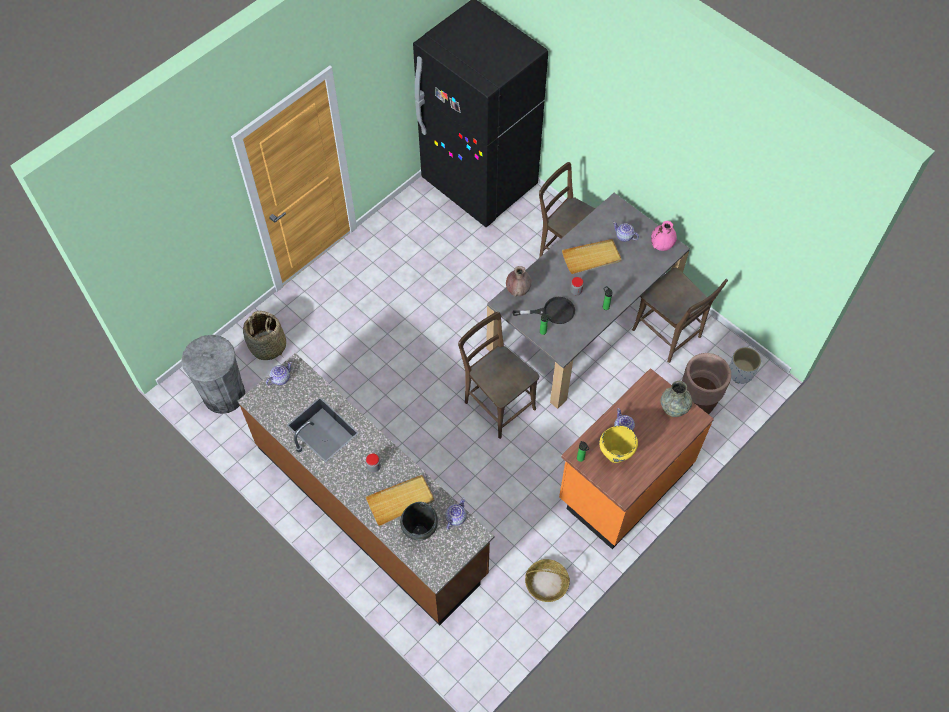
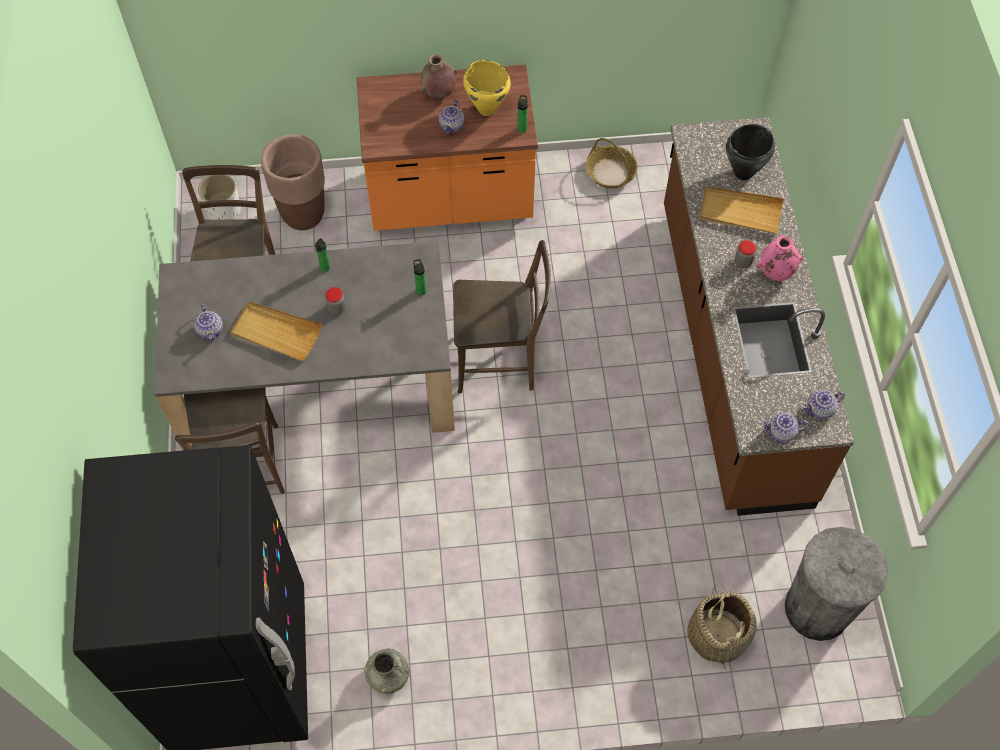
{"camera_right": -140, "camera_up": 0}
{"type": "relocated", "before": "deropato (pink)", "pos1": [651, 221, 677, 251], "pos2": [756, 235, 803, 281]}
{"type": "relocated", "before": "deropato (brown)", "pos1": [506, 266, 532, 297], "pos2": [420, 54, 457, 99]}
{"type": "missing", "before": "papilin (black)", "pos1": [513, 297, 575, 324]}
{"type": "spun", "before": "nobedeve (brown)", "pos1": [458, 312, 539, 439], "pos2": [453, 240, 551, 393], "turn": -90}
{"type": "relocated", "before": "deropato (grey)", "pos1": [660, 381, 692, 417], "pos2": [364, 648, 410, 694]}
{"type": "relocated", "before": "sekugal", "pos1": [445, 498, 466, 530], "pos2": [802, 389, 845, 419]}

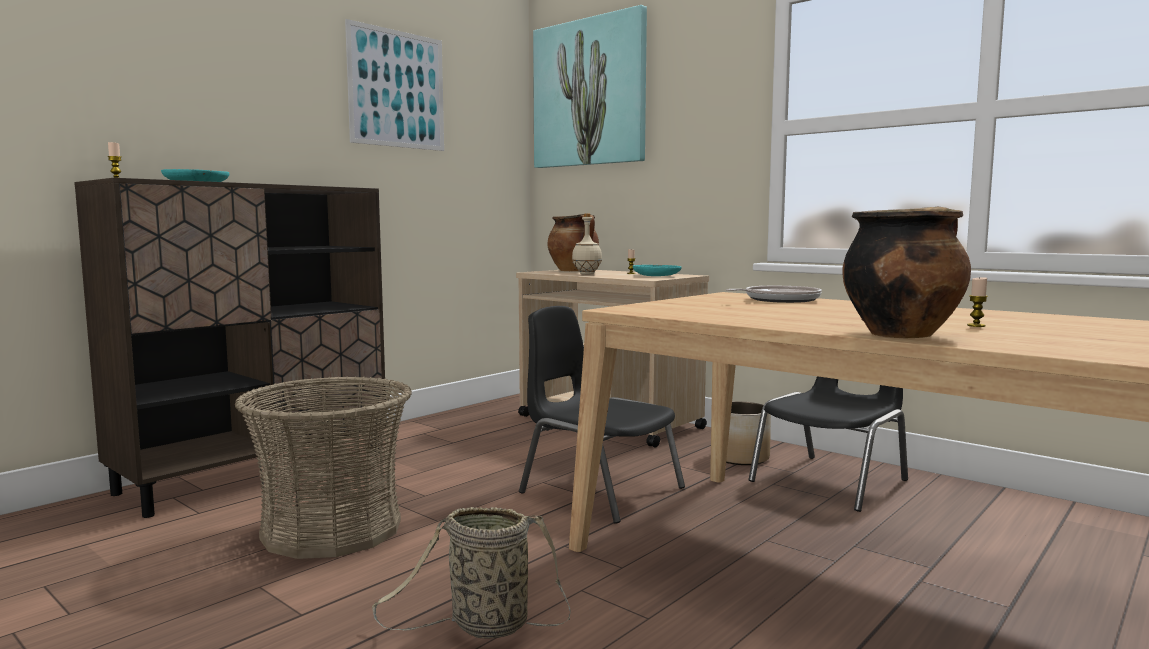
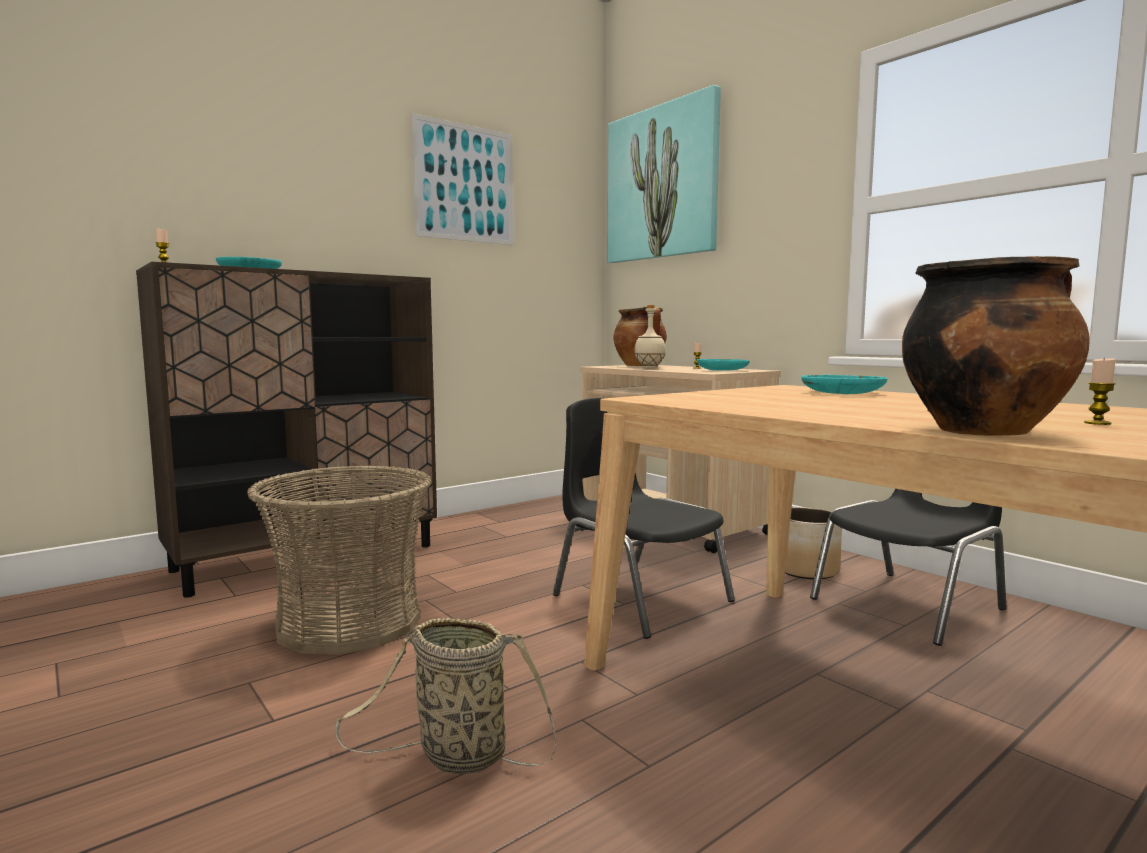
{"camera_right": 10, "camera_up": 0}
{"type": "exchanged", "before": "papilin", "after": "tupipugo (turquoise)", "pos1": [726, 286, 822, 303], "pos2": [801, 375, 887, 394]}

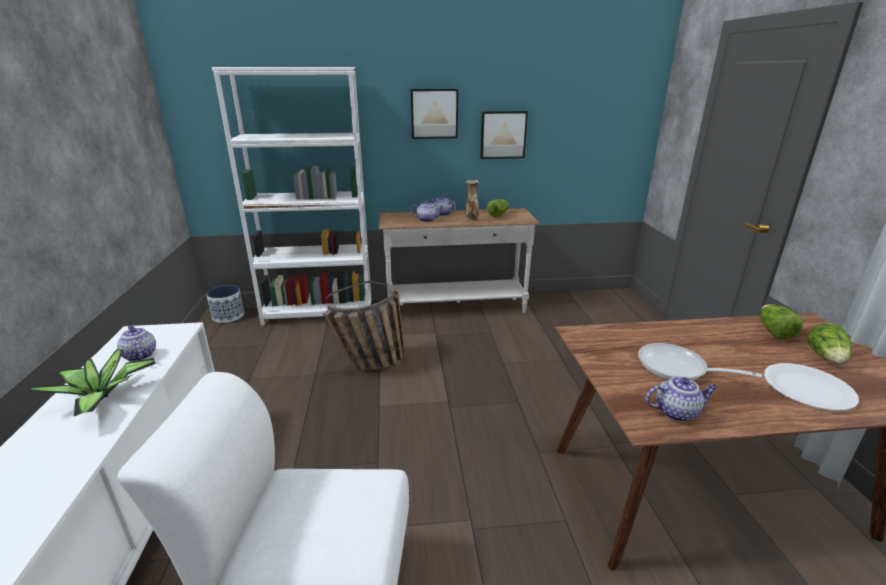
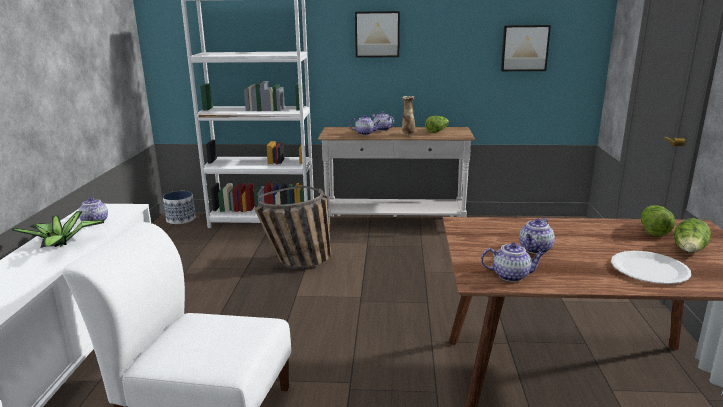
{"camera_right": 10, "camera_up": -5}
{"type": "relocated", "before": "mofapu", "pos1": [480, 111, 528, 159], "pos2": [501, 25, 551, 71]}
{"type": "exchanged", "before": "papilin", "after": "sekugal", "pos1": [638, 343, 762, 381], "pos2": [519, 218, 555, 254]}

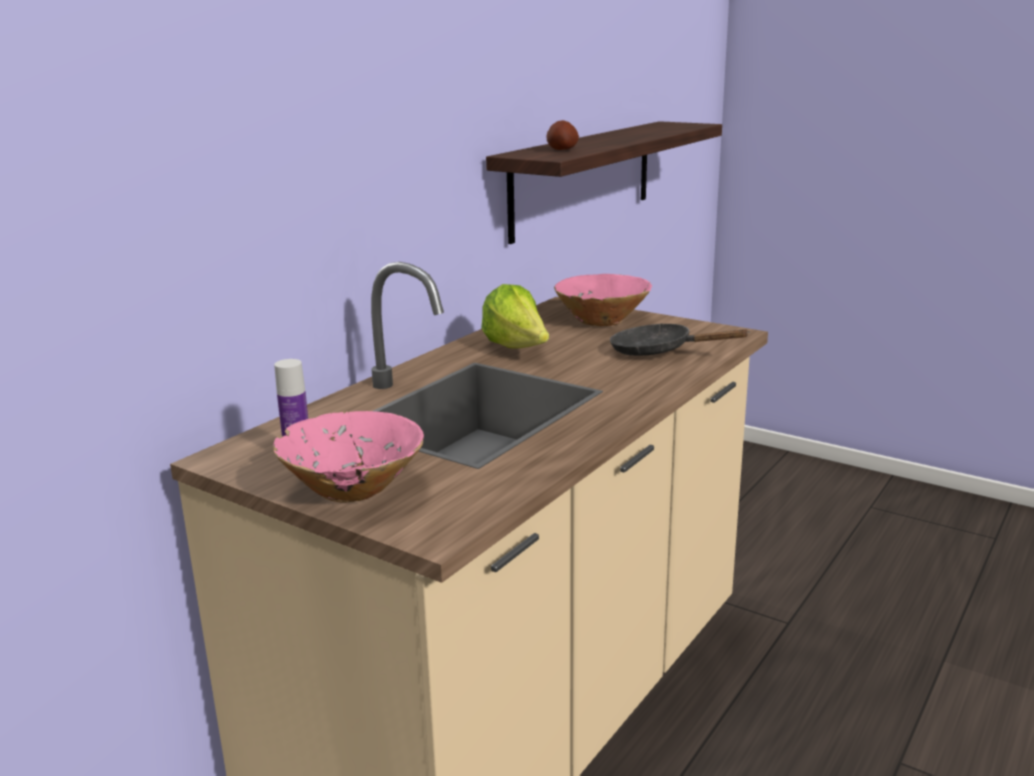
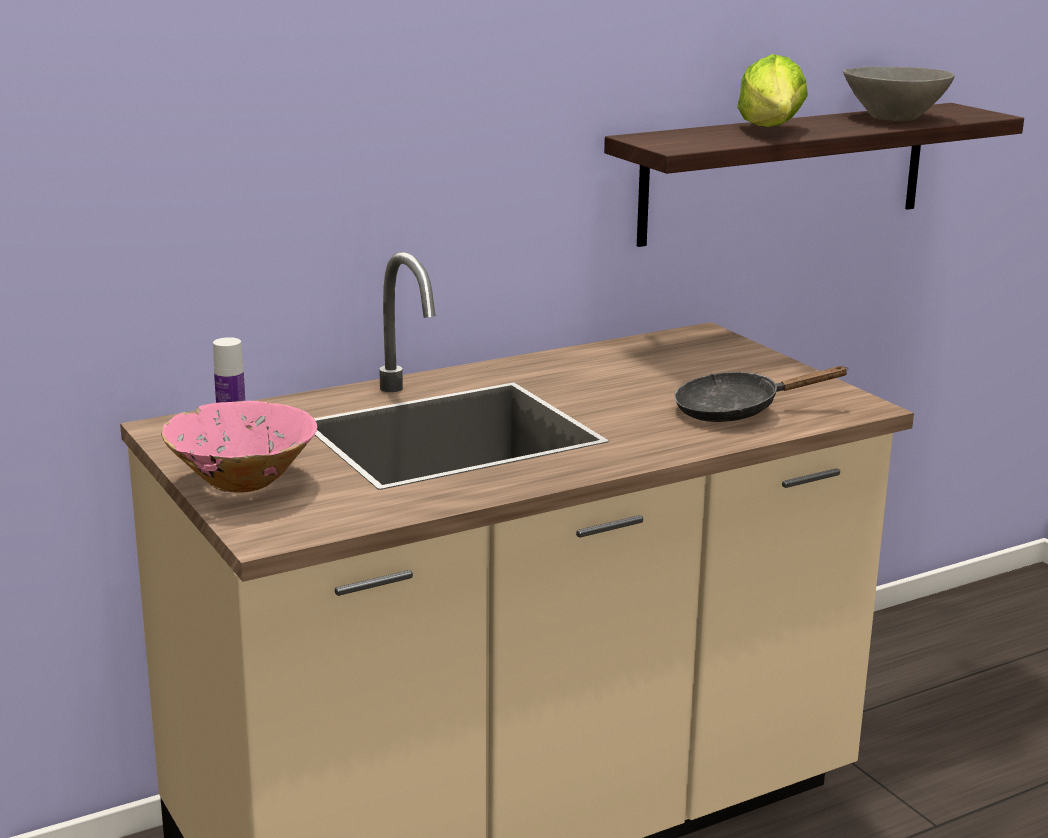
{"camera_right": 25, "camera_up": 0}
{"type": "missing", "before": "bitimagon", "pos1": [546, 120, 579, 150]}
{"type": "missing", "before": "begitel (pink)", "pos1": [554, 274, 652, 326]}
{"type": "relocated", "before": "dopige", "pos1": [481, 284, 549, 349], "pos2": [737, 54, 808, 127]}
{"type": "spun", "before": "papilin (black)", "pos1": [610, 323, 750, 356], "pos2": [674, 366, 849, 422], "turn": -60}
{"type": "appeared", "after": "begitel (grey)", "pos2": [843, 67, 955, 121]}

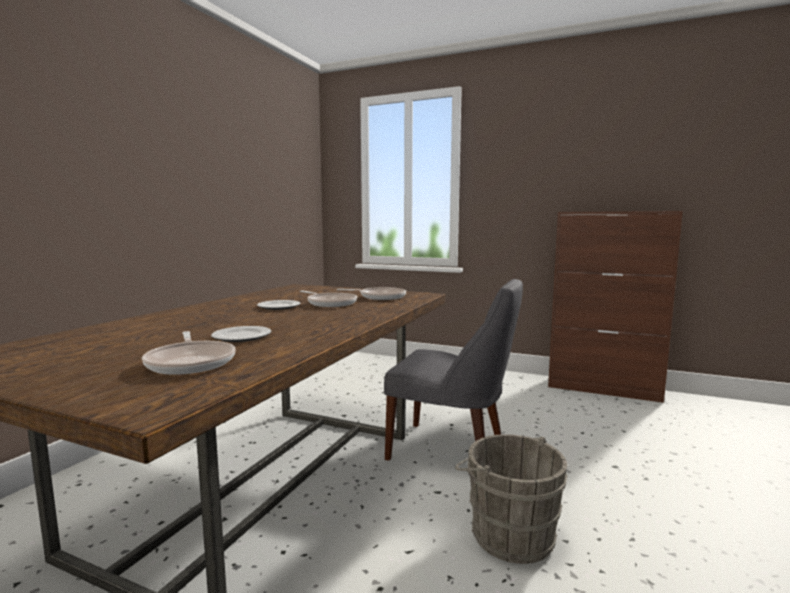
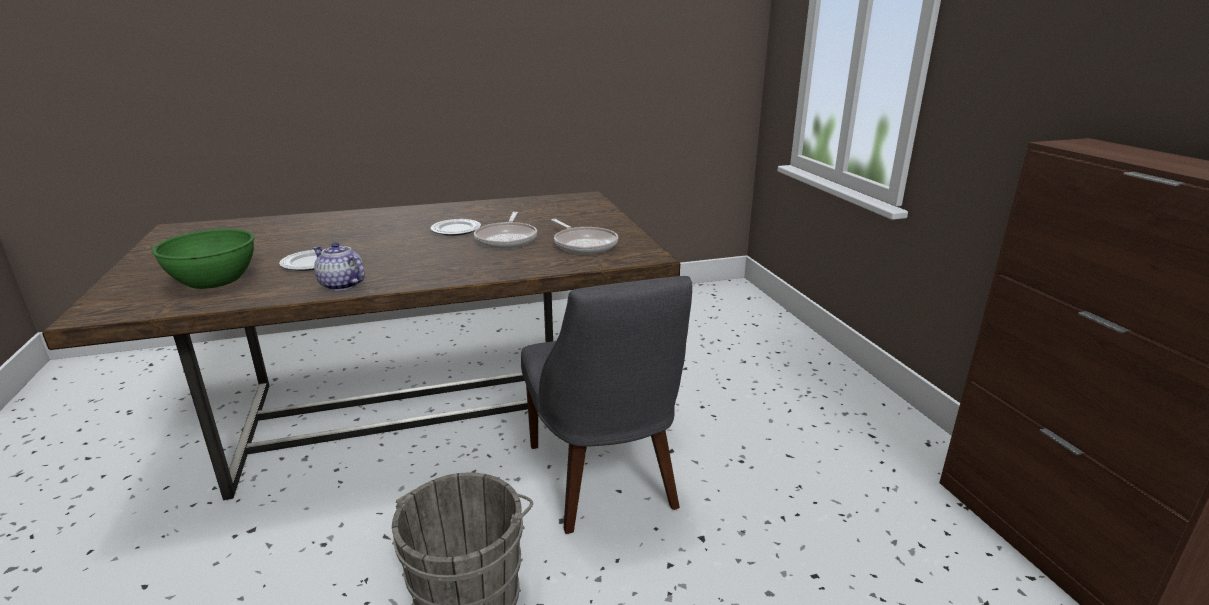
{"camera_right": 50, "camera_up": 15}
{"type": "exchanged", "before": "papilin", "after": "begitel (green)", "pos1": [142, 331, 236, 375], "pos2": [152, 229, 255, 289]}
{"type": "appeared", "after": "sekugal", "pos2": [313, 242, 365, 291]}

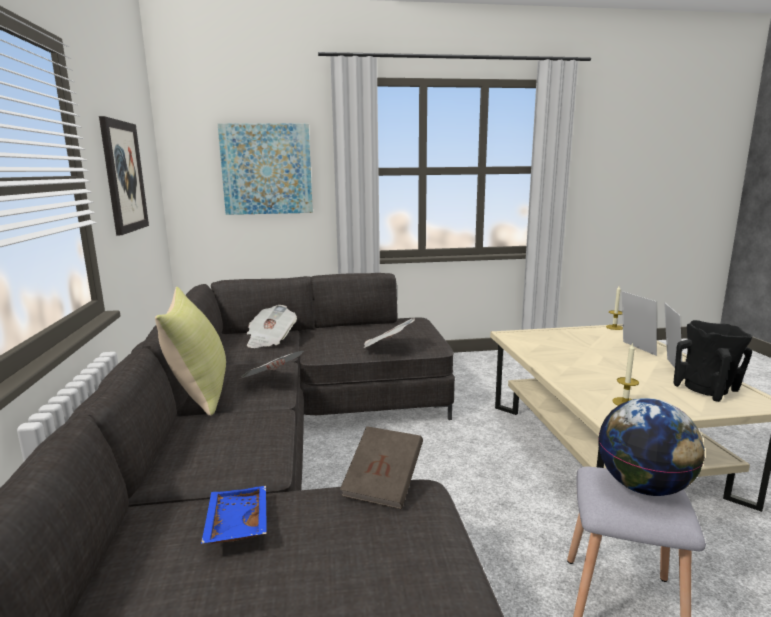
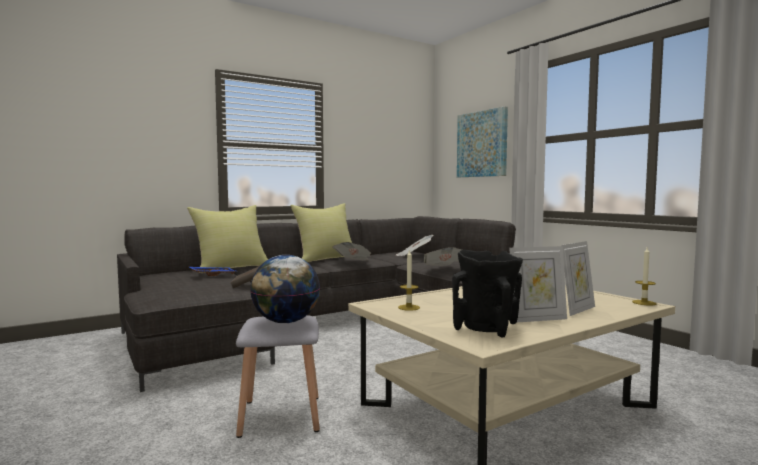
{"camera_right": 65, "camera_up": -10}
{"type": "missing", "before": "mofapu", "pos1": [99, 116, 149, 235]}
{"type": "appeared", "after": "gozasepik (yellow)", "pos2": [187, 205, 268, 273]}

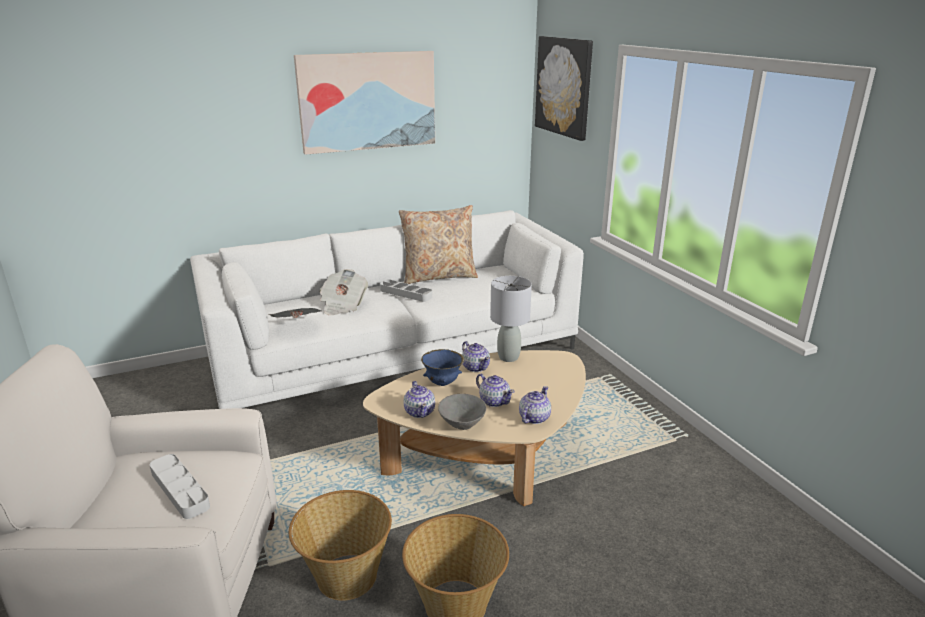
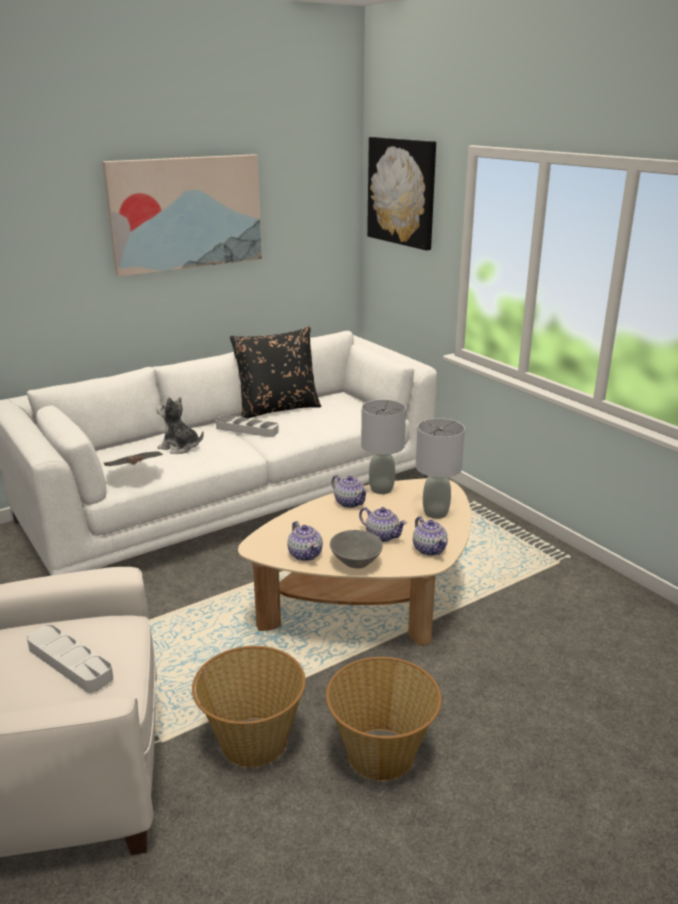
{"camera_right": -10, "camera_up": 0}
{"type": "colour", "before": "gozasepik (beige)", "after": "gozasepik (black)", "pos1": [399, 205, 478, 284], "pos2": [230, 326, 321, 419]}
{"type": "exchanged", "before": "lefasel", "after": "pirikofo", "pos1": [320, 269, 368, 315], "pos2": [156, 397, 204, 454]}
{"type": "missing", "before": "begitel (blue)", "pos1": [421, 349, 464, 386]}
{"type": "spun", "before": "sekugal", "pos1": [519, 386, 551, 424], "pos2": [413, 516, 448, 556], "turn": 135}
{"type": "appeared", "after": "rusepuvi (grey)", "pos2": [416, 418, 465, 519]}

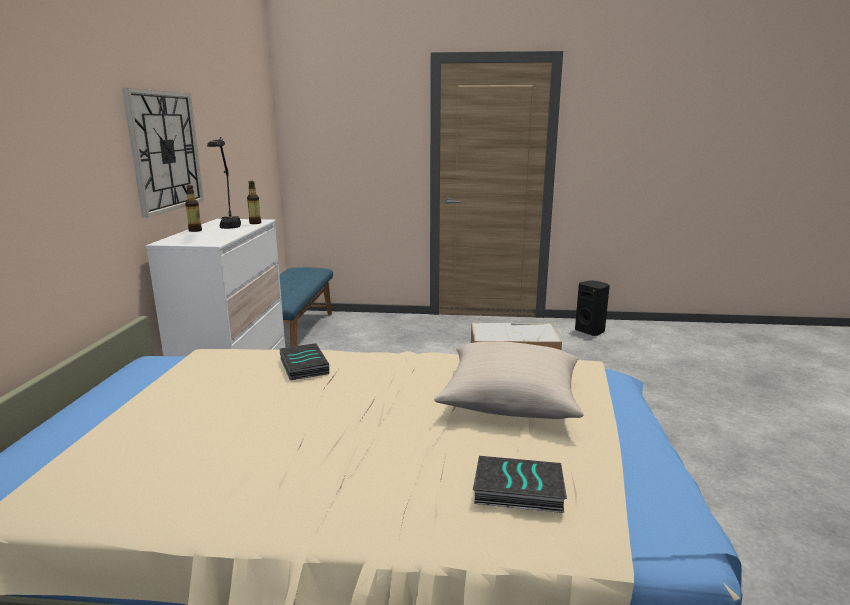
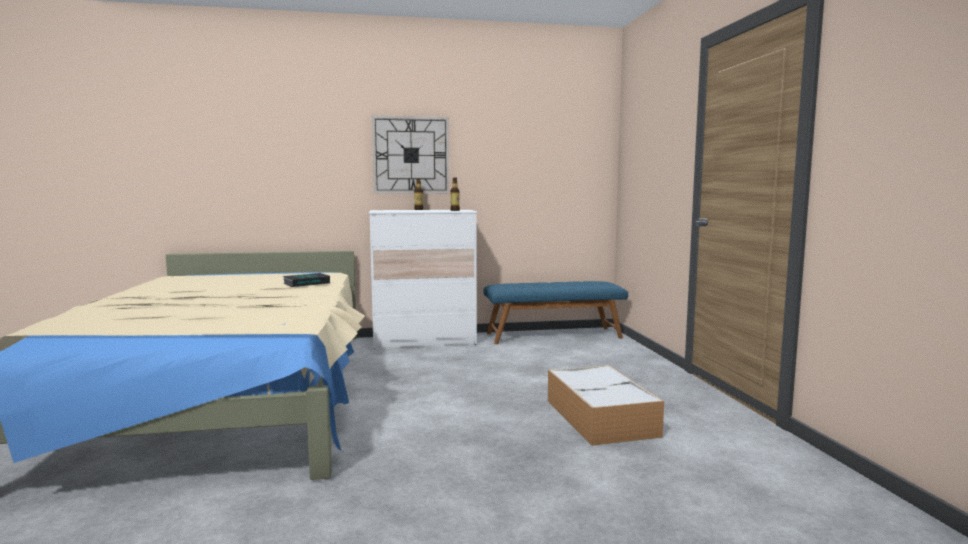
{"camera_right": 75, "camera_up": -10}
{"type": "missing", "before": "rusepuvi (black)", "pos1": [207, 137, 241, 229]}
{"type": "missing", "before": "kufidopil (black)", "pos1": [575, 280, 610, 336]}
{"type": "missing", "before": "gozasepik (beige)", "pos1": [434, 341, 584, 419]}
{"type": "missing", "before": "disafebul", "pos1": [473, 456, 567, 513]}

